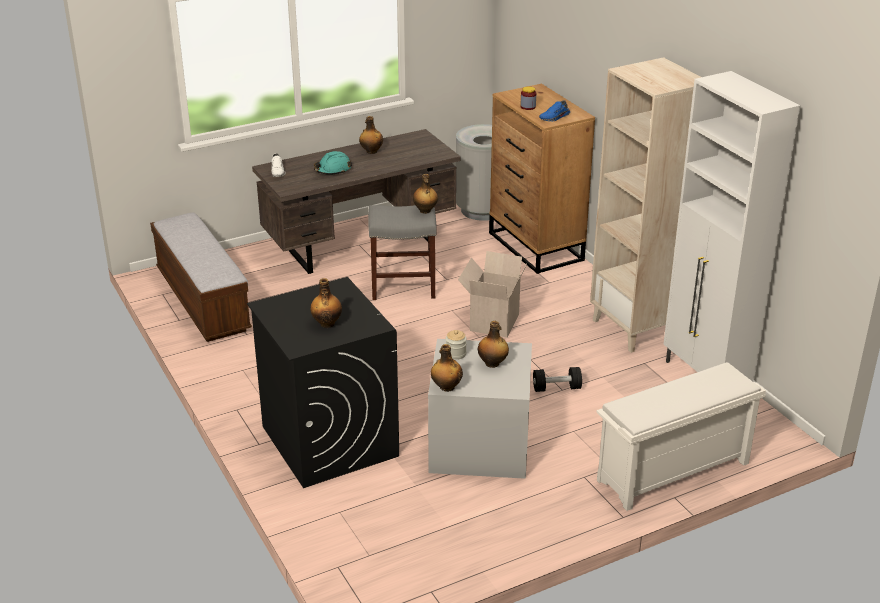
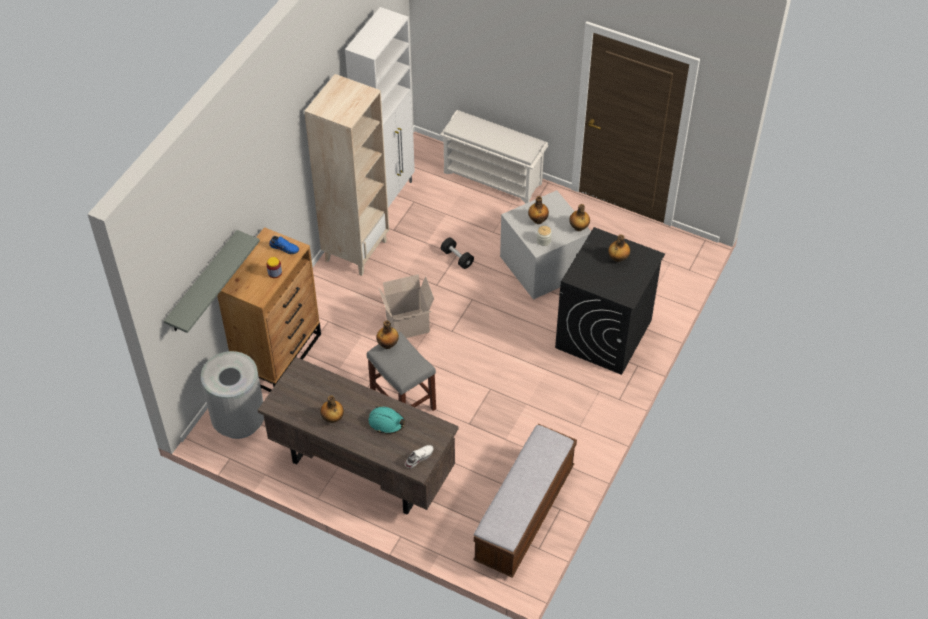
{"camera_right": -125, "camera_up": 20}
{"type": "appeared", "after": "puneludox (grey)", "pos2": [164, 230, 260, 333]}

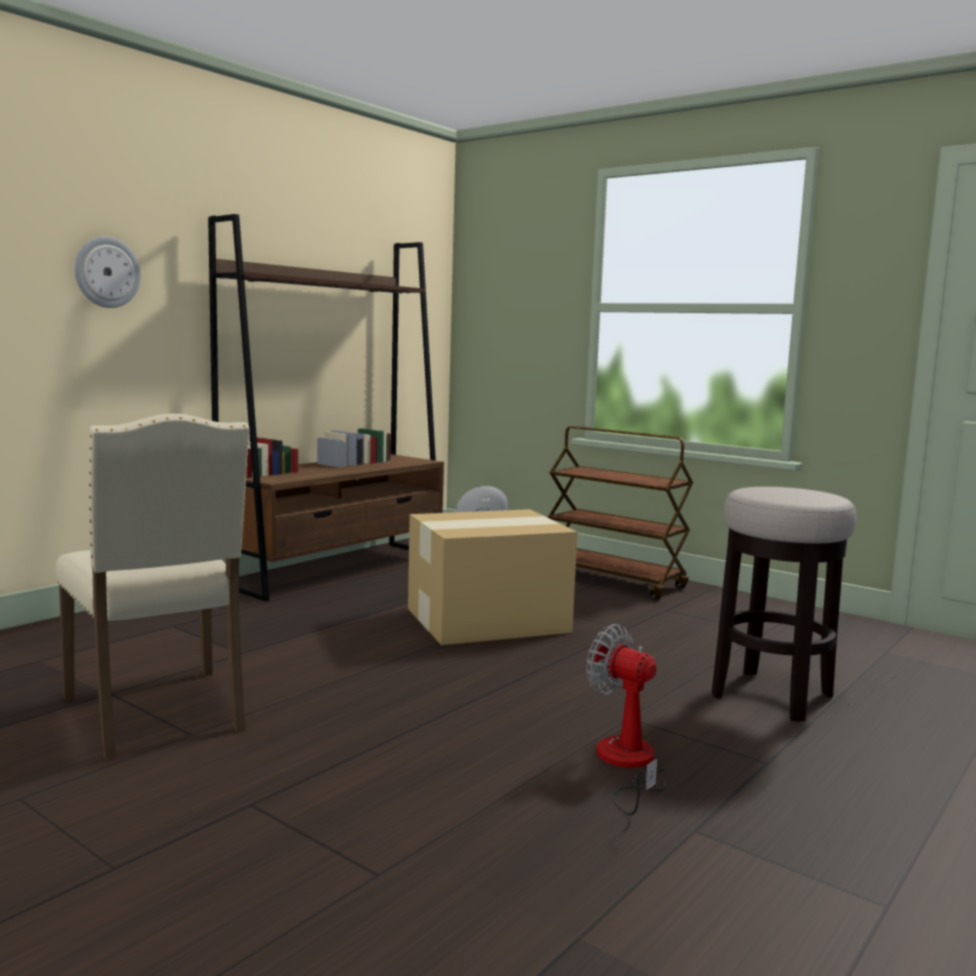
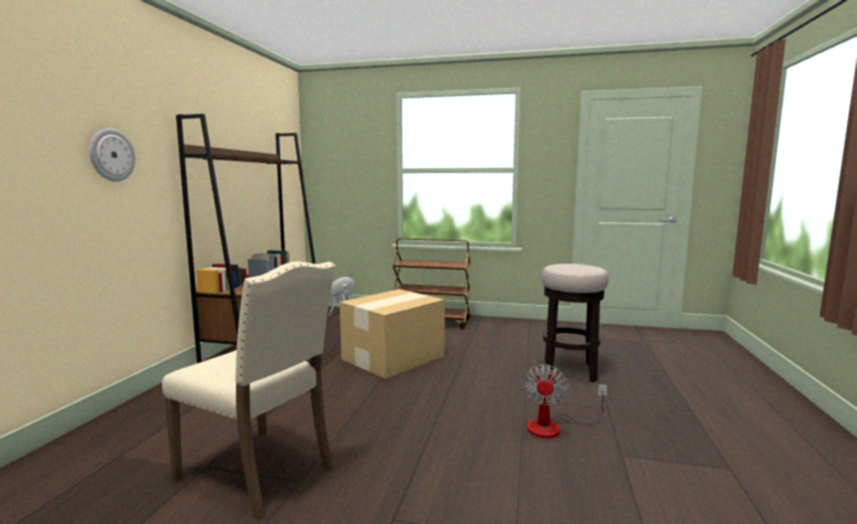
{"camera_right": -25, "camera_up": 0}
{"type": "spun", "before": "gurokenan", "pos1": [586, 624, 666, 815], "pos2": [523, 364, 607, 438], "turn": -90}

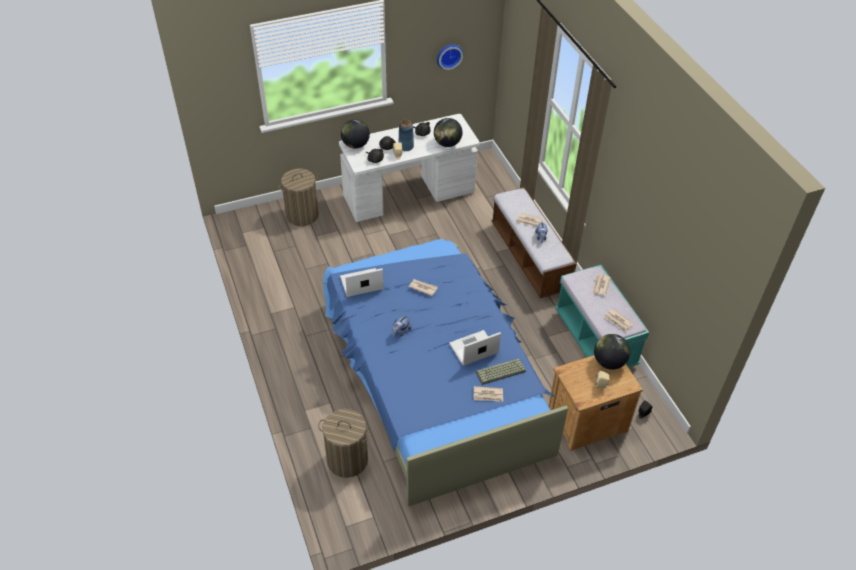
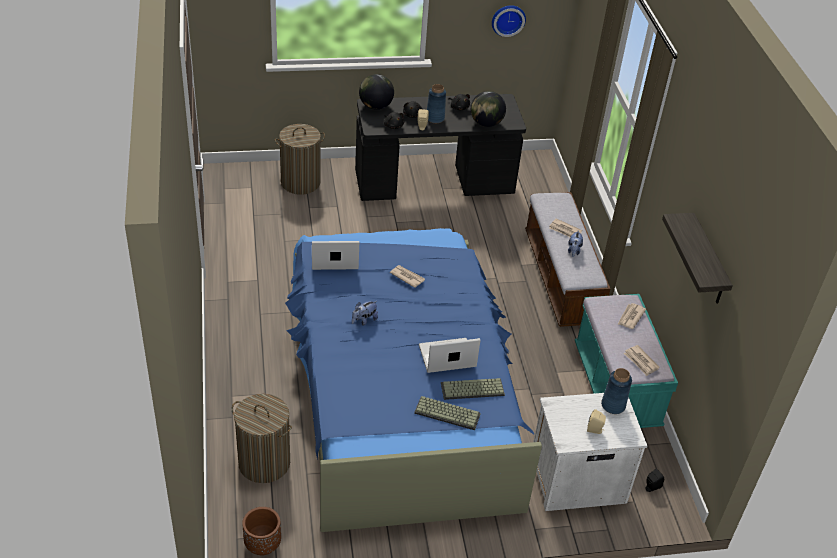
{"camera_right": 10, "camera_up": -5}
{"type": "colour", "before": "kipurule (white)", "after": "kipurule (black)", "pos1": [339, 114, 480, 222], "pos2": [355, 94, 526, 201]}
{"type": "exchanged", "before": "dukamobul", "after": "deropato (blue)", "pos1": [594, 334, 630, 370], "pos2": [601, 368, 632, 414]}
{"type": "colour", "before": "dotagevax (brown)", "after": "dotagevax (white)", "pos1": [548, 355, 643, 451], "pos2": [533, 393, 647, 511]}
{"type": "exchanged", "before": "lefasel", "after": "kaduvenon", "pos1": [473, 386, 503, 402], "pos2": [414, 396, 481, 430]}
{"type": "appeared", "after": "puneludox", "pos2": [662, 213, 733, 303]}
{"type": "appeared", "after": "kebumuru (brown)", "pos2": [242, 507, 281, 555]}

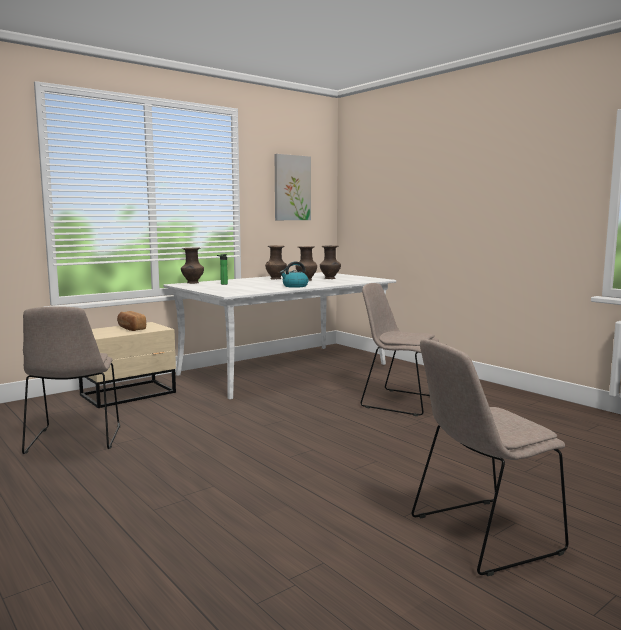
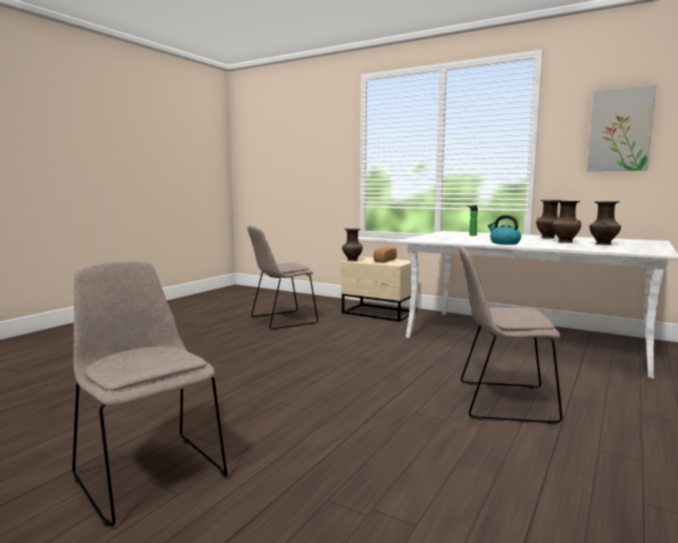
{"camera_right": 70, "camera_up": 0}
{"type": "relocated", "before": "deropato (brown)", "pos1": [181, 247, 204, 284], "pos2": [342, 229, 363, 261]}
{"type": "spun", "before": "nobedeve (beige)", "pos1": [360, 283, 439, 416], "pos2": [459, 246, 563, 425], "turn": -90}

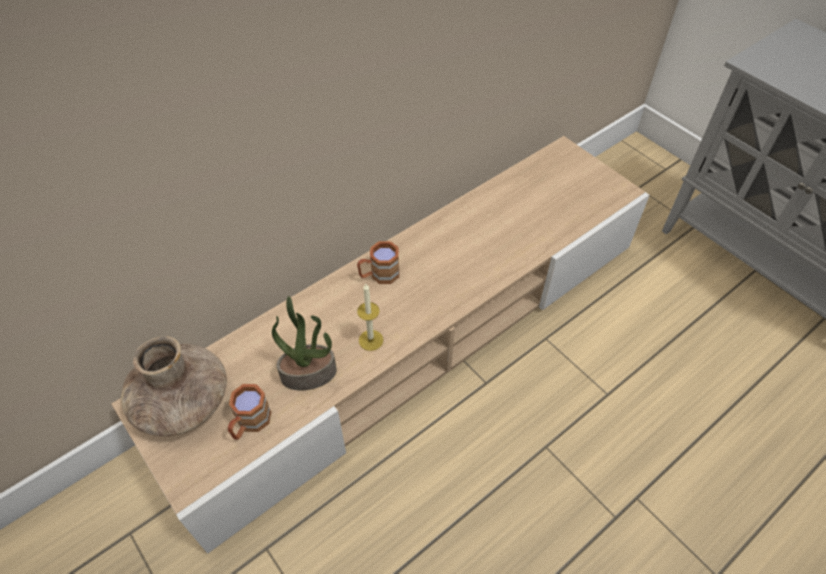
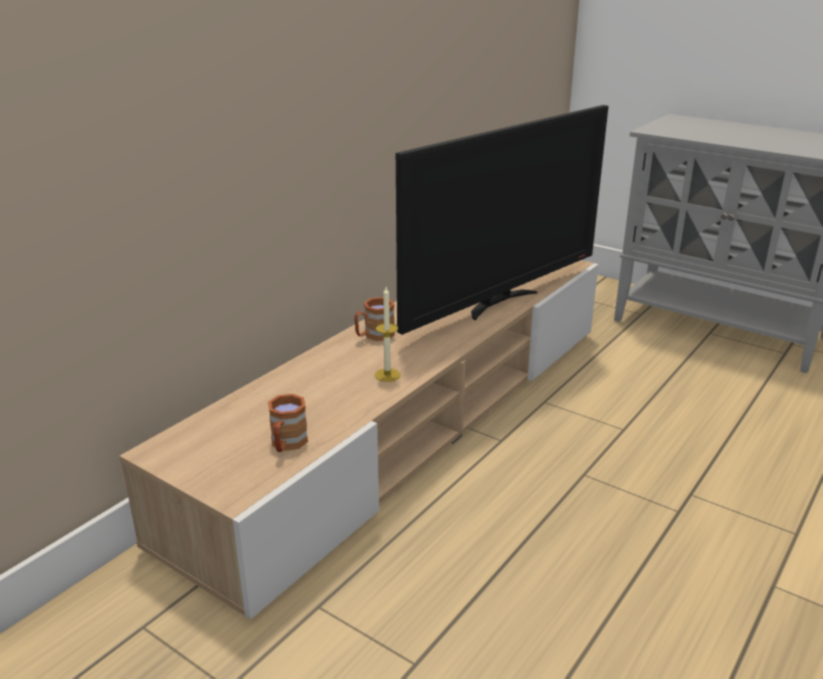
{"camera_right": -15, "camera_up": -25}
{"type": "missing", "before": "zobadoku", "pos1": [272, 296, 337, 390]}
{"type": "missing", "before": "deropato (brown)", "pos1": [121, 336, 227, 436]}
{"type": "appeared", "after": "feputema", "pos2": [396, 105, 609, 335]}

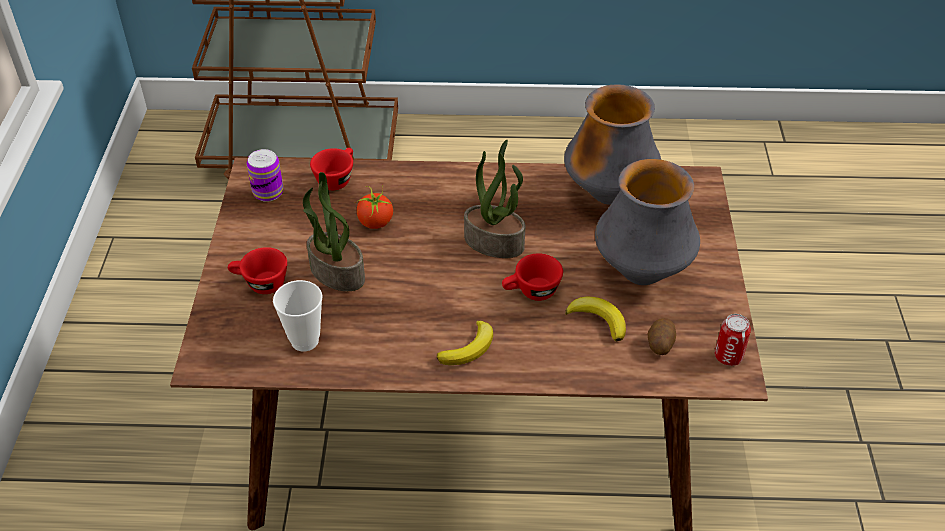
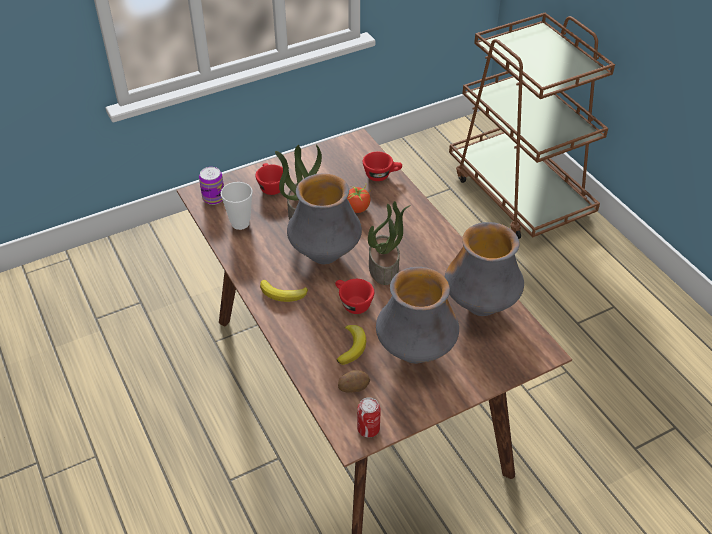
{"camera_right": 60, "camera_up": 0}
{"type": "relocated", "before": "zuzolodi", "pos1": [247, 149, 283, 202], "pos2": [199, 167, 224, 205]}
{"type": "appeared", "after": "deropato", "pos2": [287, 174, 362, 264]}

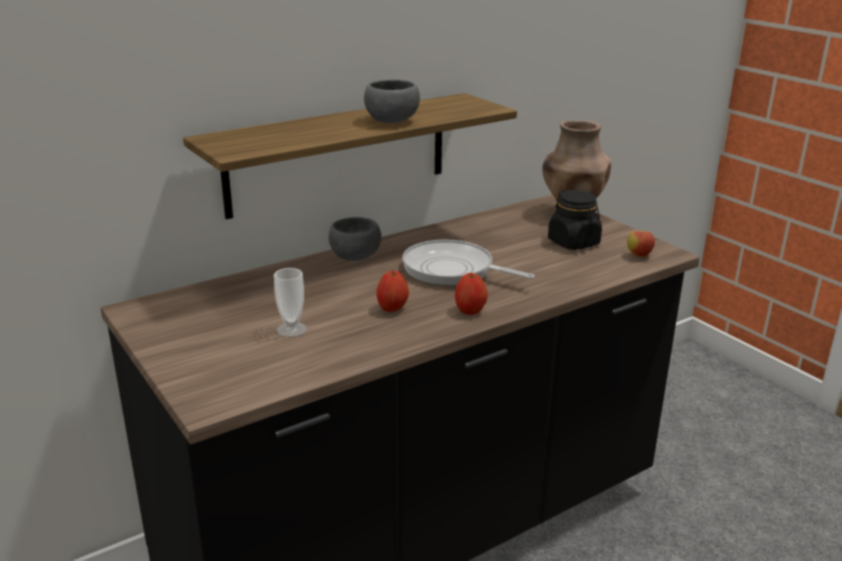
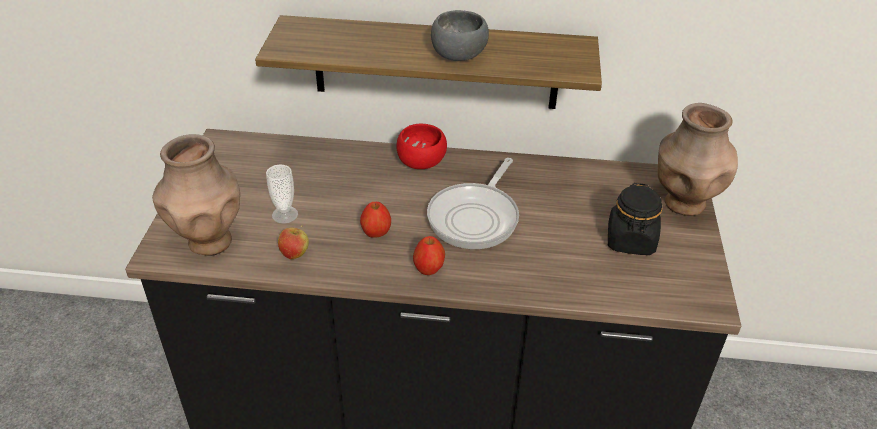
{"camera_right": 40, "camera_up": 15}
{"type": "colour", "before": "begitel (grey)", "after": "begitel (red)", "pos1": [329, 217, 381, 261], "pos2": [396, 124, 447, 169]}
{"type": "relocated", "before": "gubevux", "pos1": [627, 227, 655, 258], "pos2": [278, 225, 309, 259]}
{"type": "spun", "before": "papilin", "pos1": [402, 240, 535, 286], "pos2": [427, 158, 519, 249], "turn": -135}
{"type": "appeared", "after": "deropato (brown)", "pos2": [152, 134, 240, 256]}

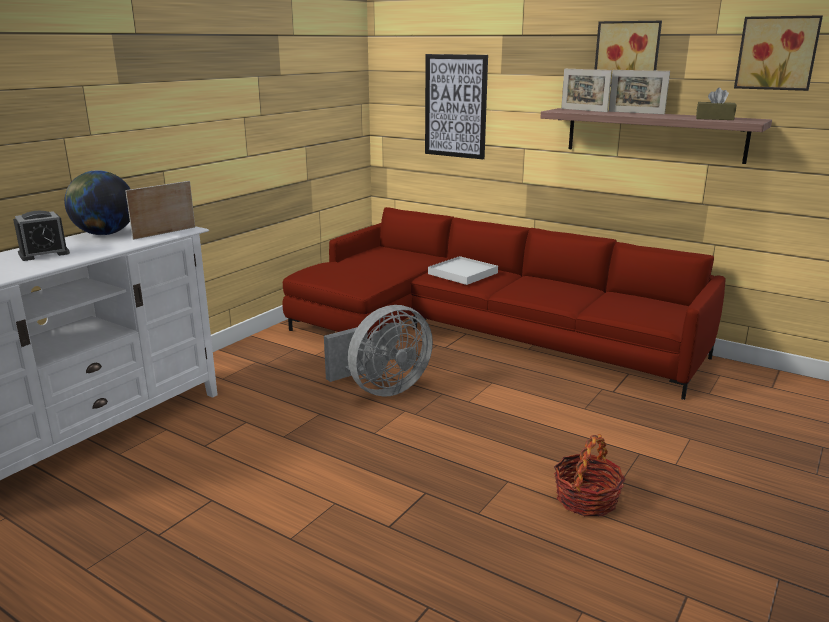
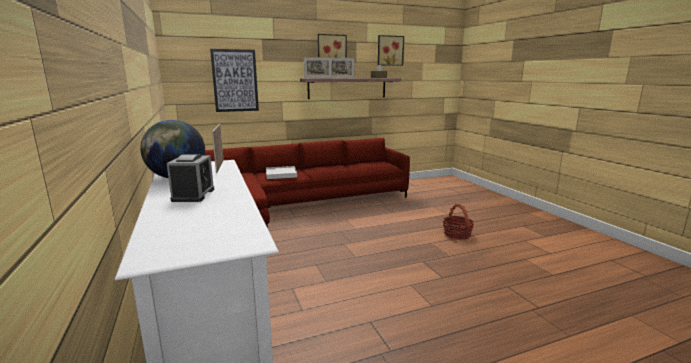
{"camera_right": -55, "camera_up": -5}
{"type": "missing", "before": "gurokenan (grey)", "pos1": [324, 305, 433, 397]}

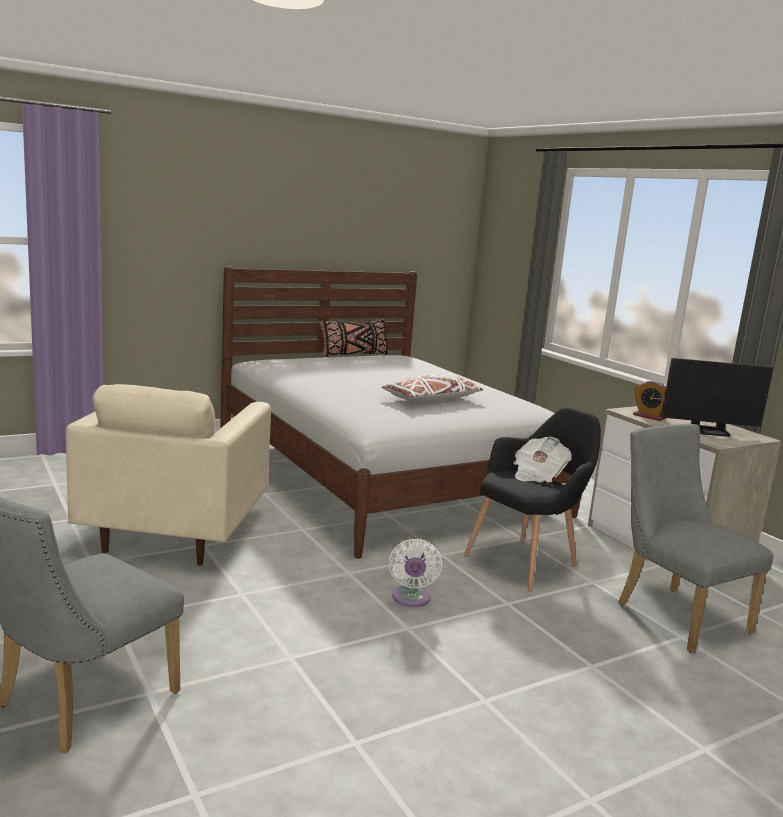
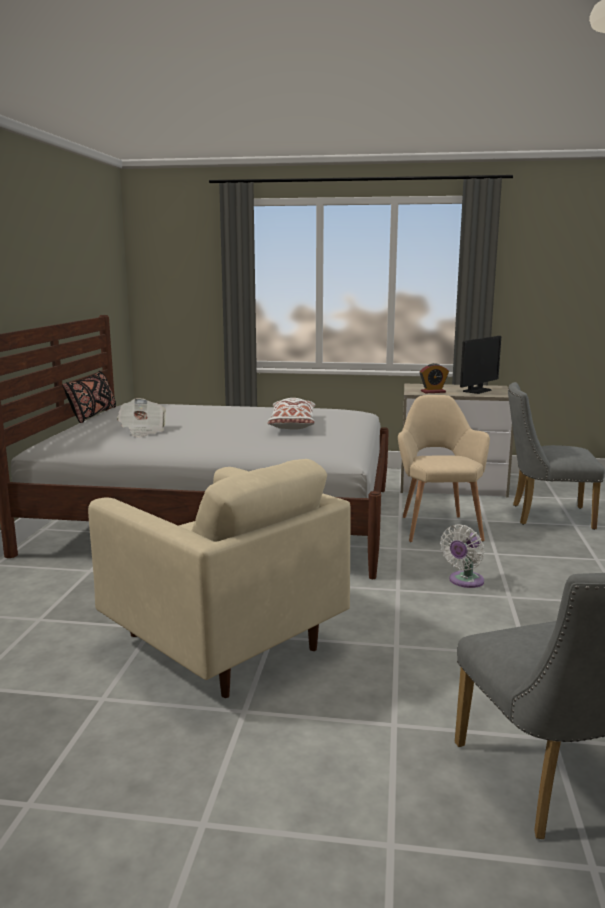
{"camera_right": -50, "camera_up": 0}
{"type": "colour", "before": "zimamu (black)", "after": "zimamu (beige)", "pos1": [464, 407, 601, 591], "pos2": [398, 395, 490, 542]}
{"type": "relocated", "before": "lefasel", "pos1": [513, 437, 572, 482], "pos2": [117, 398, 166, 437]}
{"type": "spun", "before": "gurokenan (white)", "pos1": [389, 539, 442, 607], "pos2": [440, 525, 484, 588], "turn": 90}

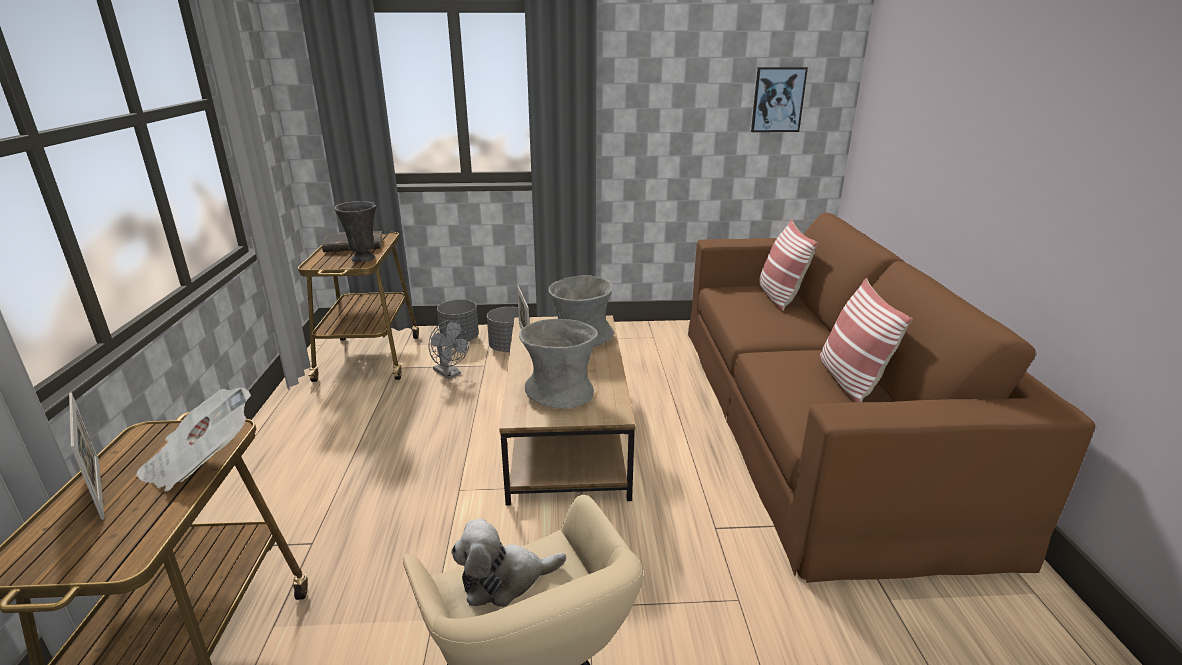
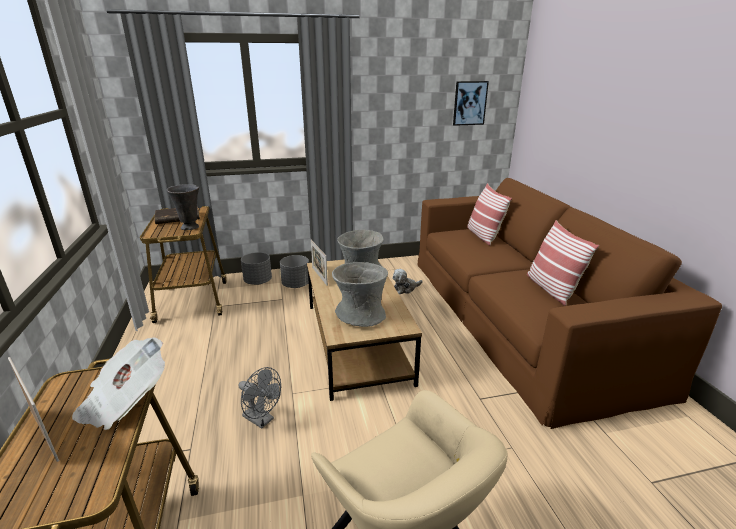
{"camera_right": -10, "camera_up": 0}
{"type": "relocated", "before": "gurokenan (grey)", "pos1": [428, 320, 470, 379], "pos2": [238, 367, 281, 429]}
{"type": "relocated", "before": "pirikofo", "pos1": [451, 519, 566, 607], "pos2": [392, 269, 422, 294]}

